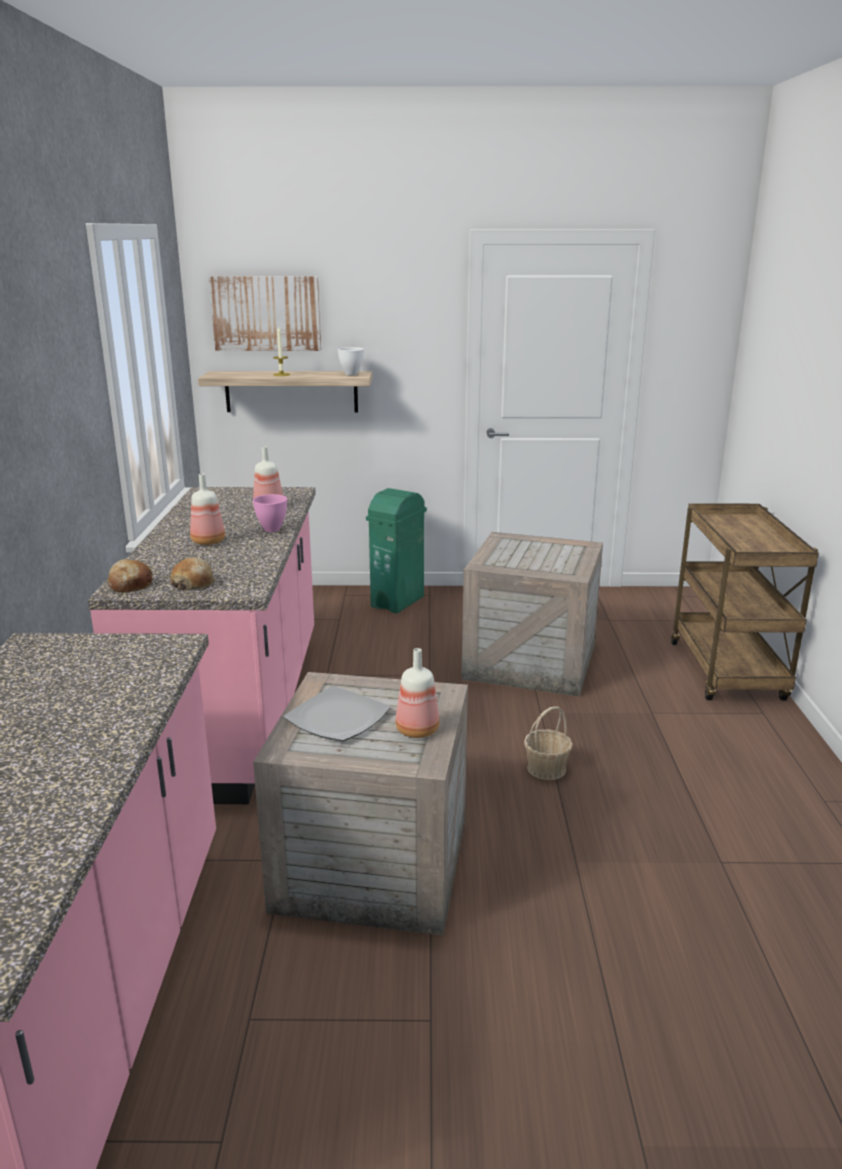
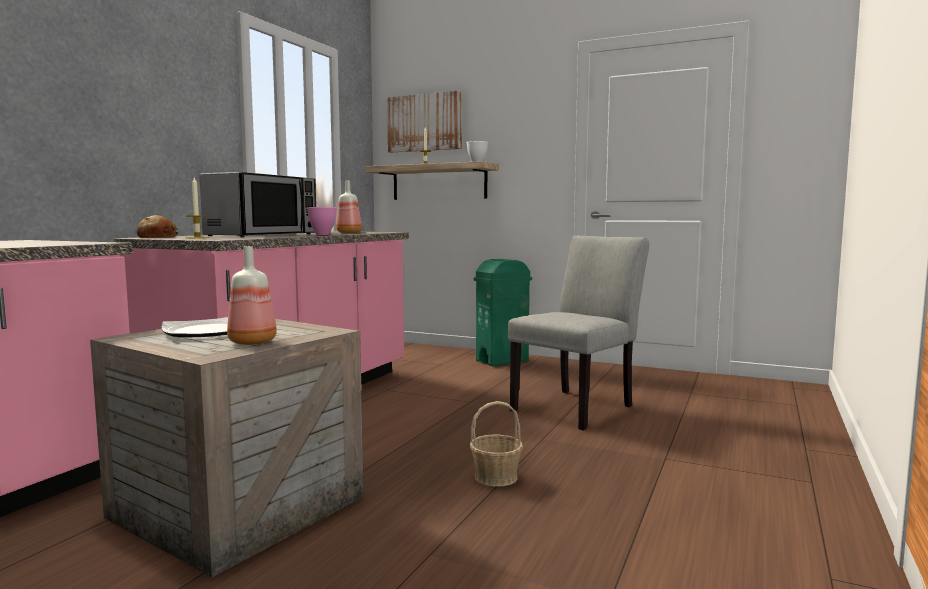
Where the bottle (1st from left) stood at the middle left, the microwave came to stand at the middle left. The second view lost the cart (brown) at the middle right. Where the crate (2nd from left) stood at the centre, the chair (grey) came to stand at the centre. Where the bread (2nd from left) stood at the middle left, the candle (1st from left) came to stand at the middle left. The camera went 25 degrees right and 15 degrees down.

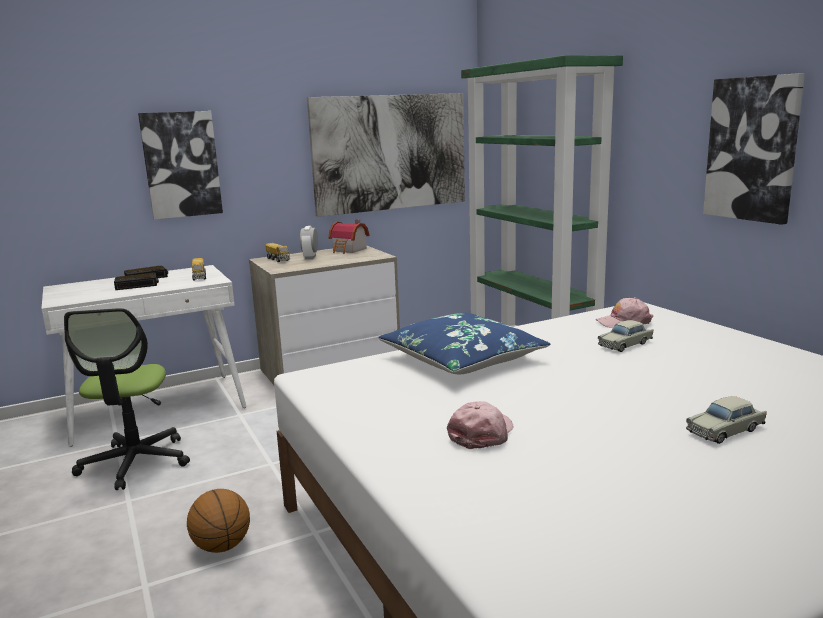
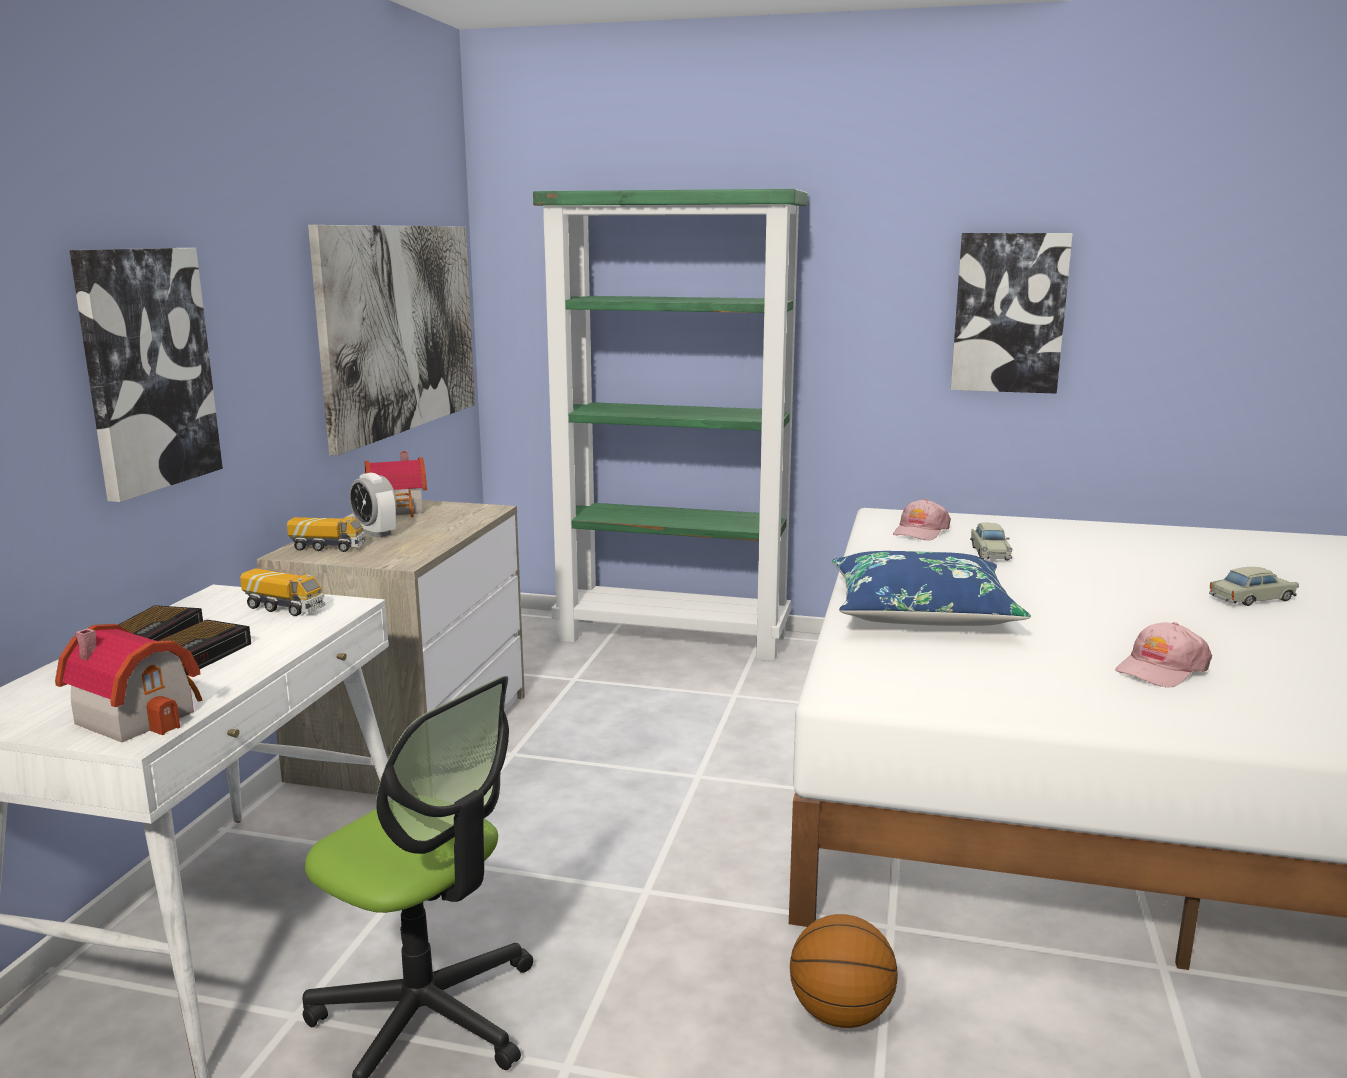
The toy car (beige) (2nd from left) at the bottom right ended up facing another way, 120 degrees counterclockwise from before. The cap (pink) (1st from left in the first image) at the bottom centre ended up facing another way, 105 degrees counterclockwise from before. The second view gained the toy house (1st from left) at the middle left. The camera went 50 degrees left and 0 degrees up.

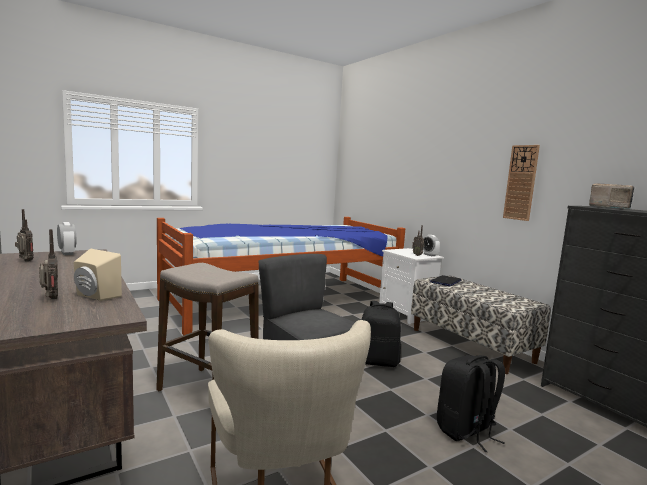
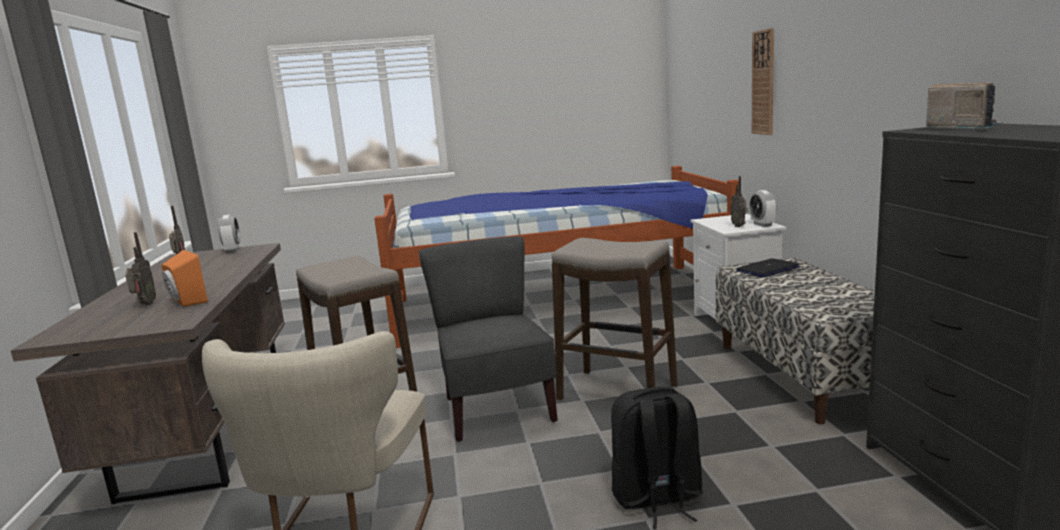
The wall clock ended up elsewhere, having gone from the middle right to the top right. What was the speaker (beige) at the middle left turned into the speaker (orange) at the middle left. Where the backpack (black) (1st from left) stood at the bottom centre, the stool (2nd from left) came to stand at the centre. The camera went 25 degrees right and 5 degrees up.

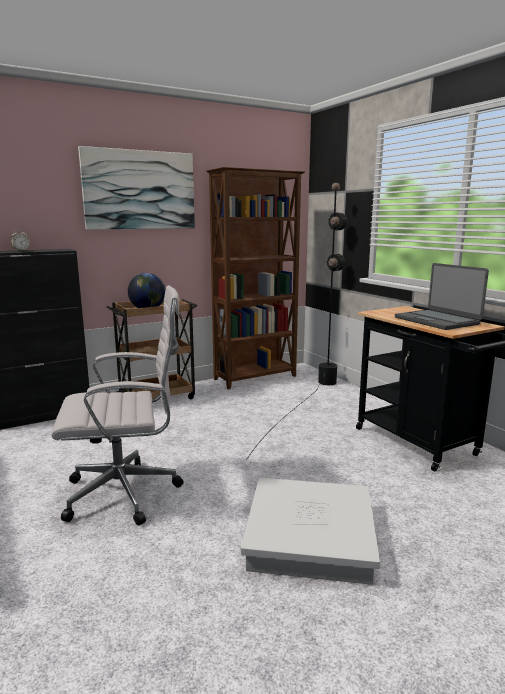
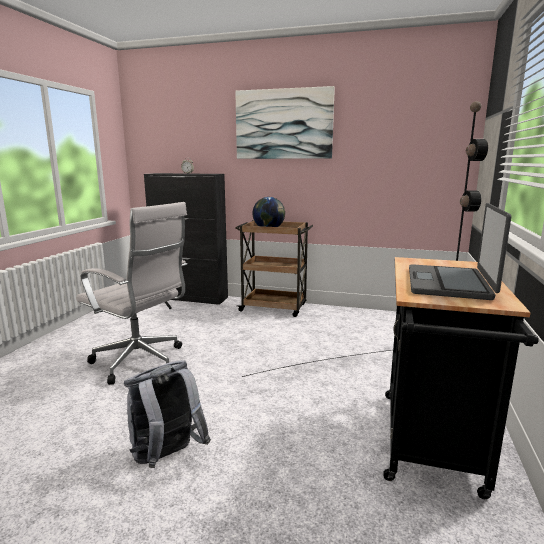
The second view lost the bookcase (brown) at the centre. Where the storage box (white) stood at the bottom centre, the backpack (grey) came to stand at the bottom left. The camera went 45 degrees right and 0 degrees up.

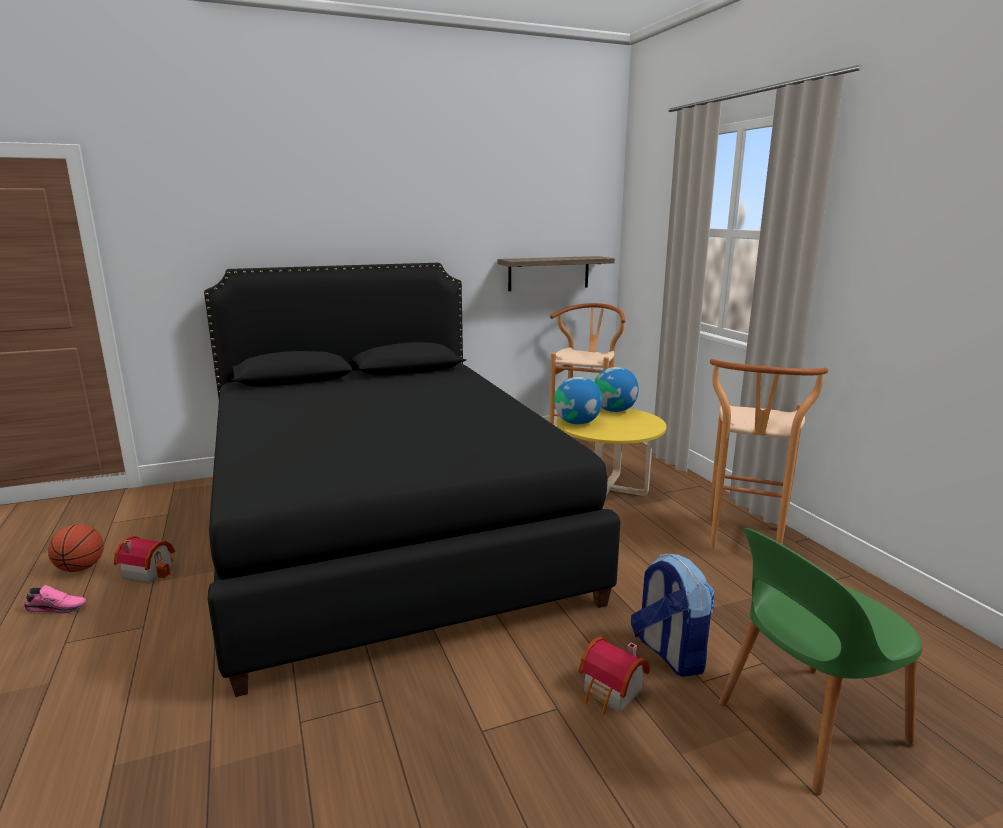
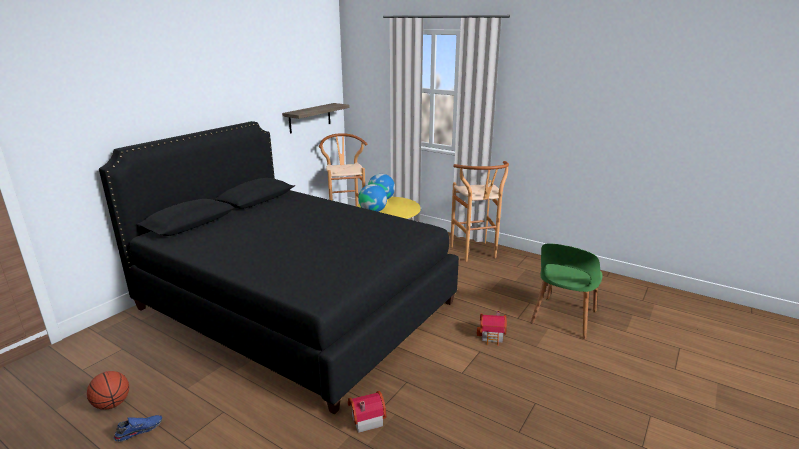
The toy house (1st from left) ended up elsewhere, having gone from the bottom left to the bottom centre. The second view lost the backpack at the bottom right. What was the shoe (pink) at the bottom left turned into the shoe (blue) at the bottom left. The camera went 35 degrees left and 5 degrees up.

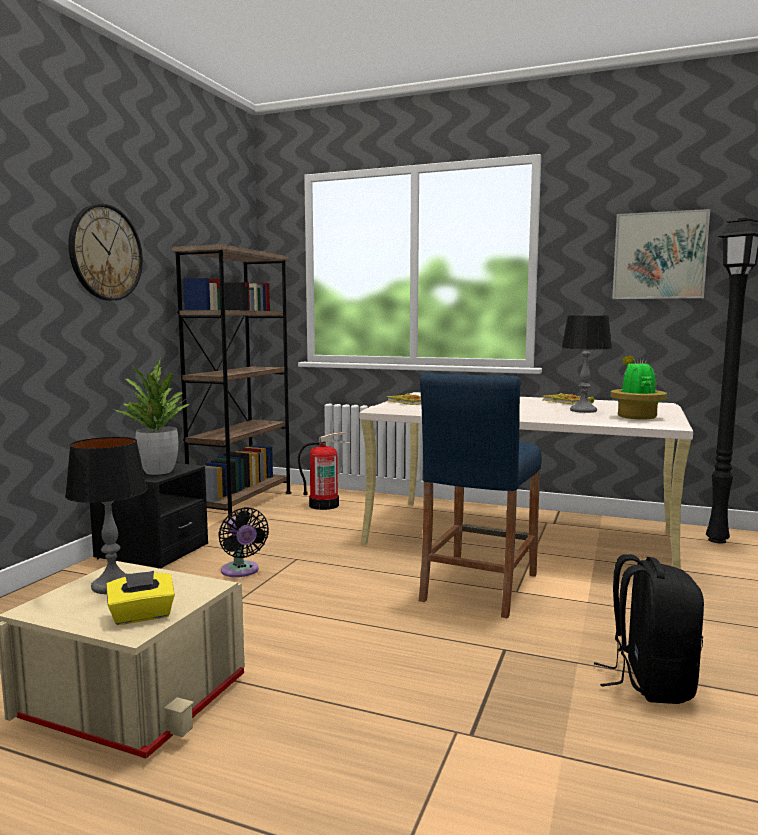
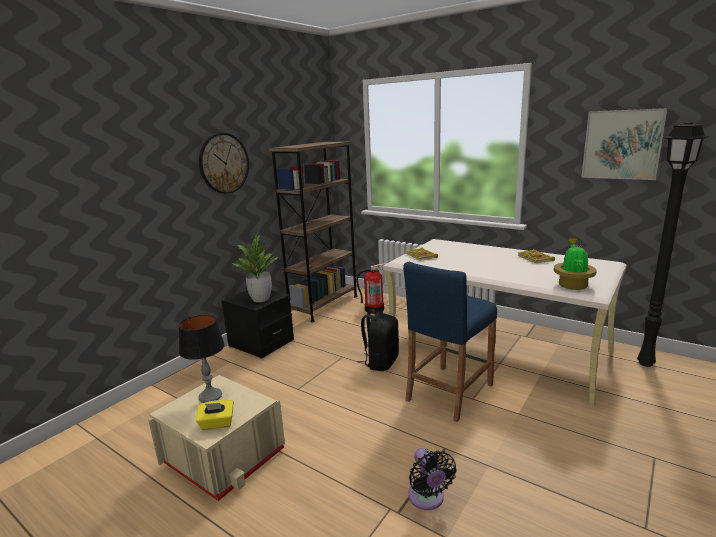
The second view lost the table lamp (2nd from left) at the middle right. The fan (black) ended up elsewhere, having gone from the middle left to the bottom centre. The backpack (black) ended up elsewhere, having gone from the bottom right to the centre. The camera went 15 degrees right and 10 degrees up.

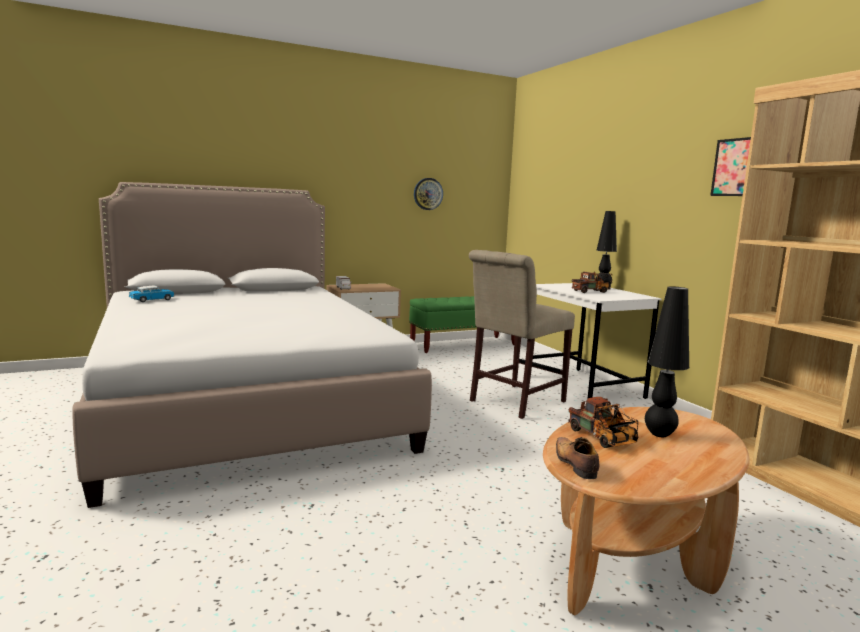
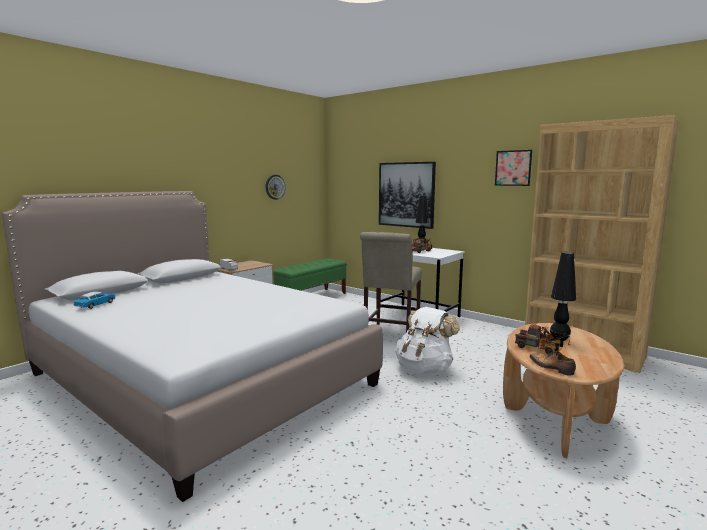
The second view gained the picture (1st from left) at the centre. The second view gained the backpack (white) at the centre. The camera went 25 degrees left and 0 degrees up.

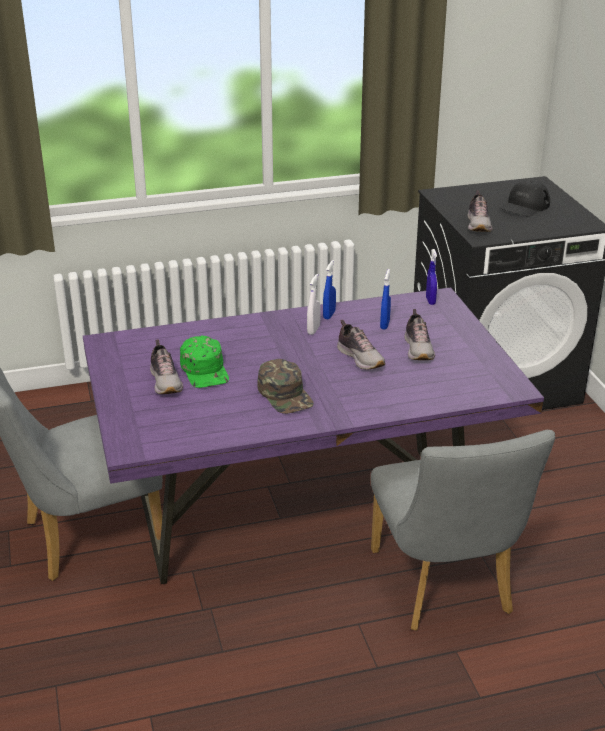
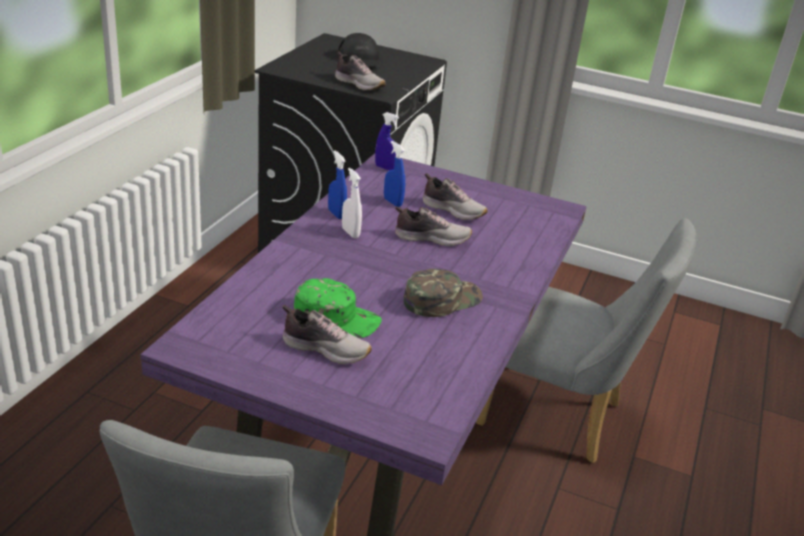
The cap (green) (2nd from left) at the centre ended up facing another way, 45 degrees counterclockwise from before. The camera went 55 degrees left and 0 degrees up.

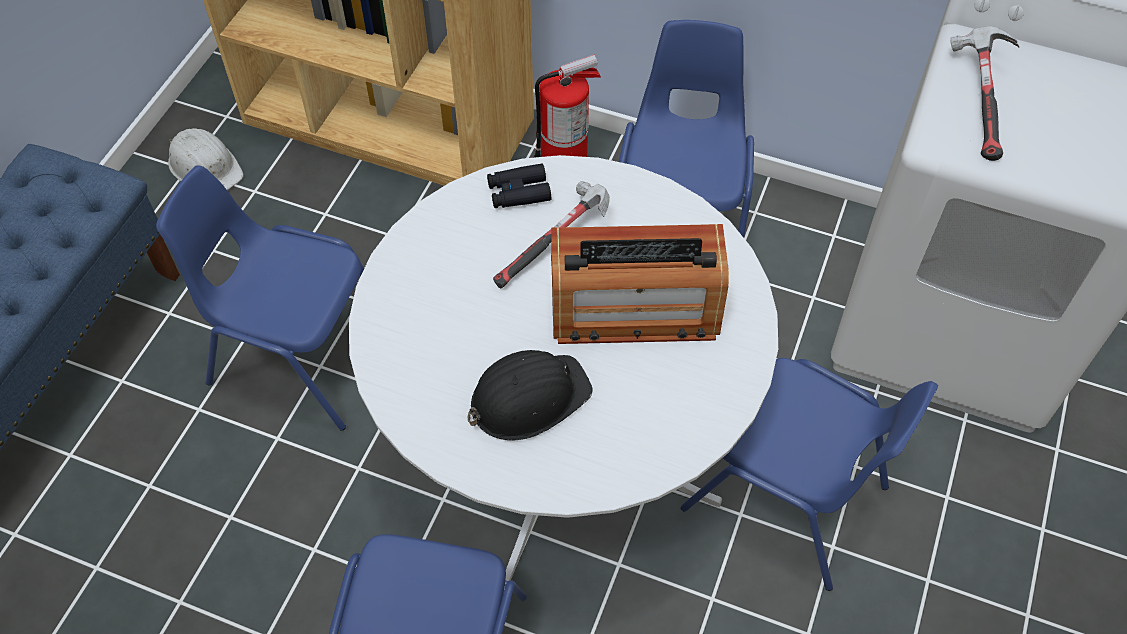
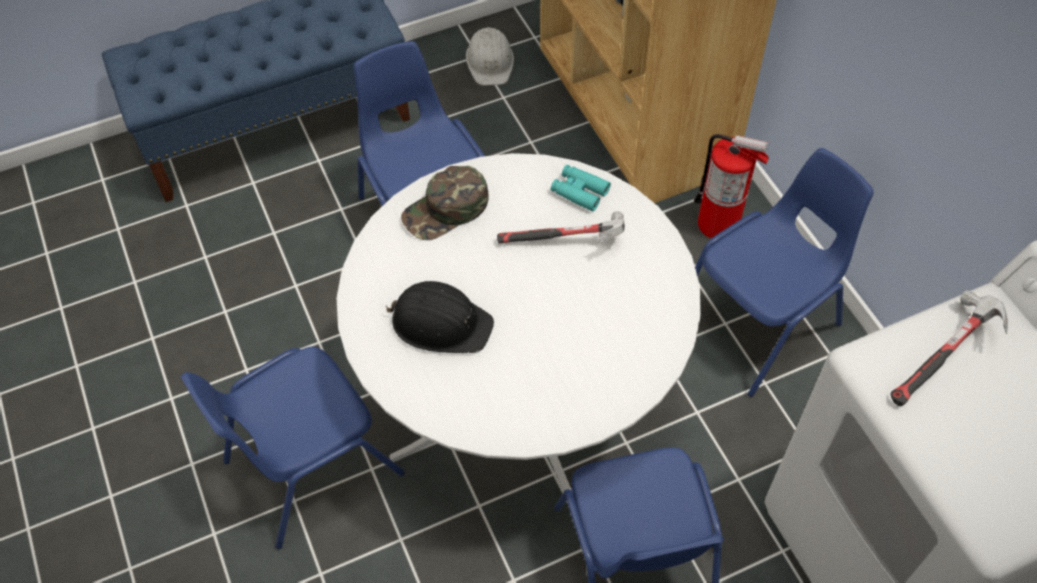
What was the binoculars (black) at the top centre turned into the binoculars (turquoise) at the top centre. The second view lost the radio at the centre. The second view gained the cap (green) at the centre. The camera went 45 degrees right and 0 degrees up.

